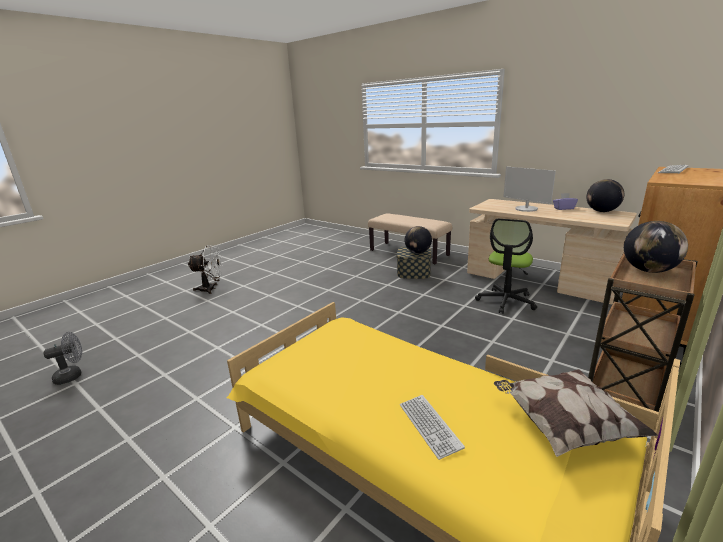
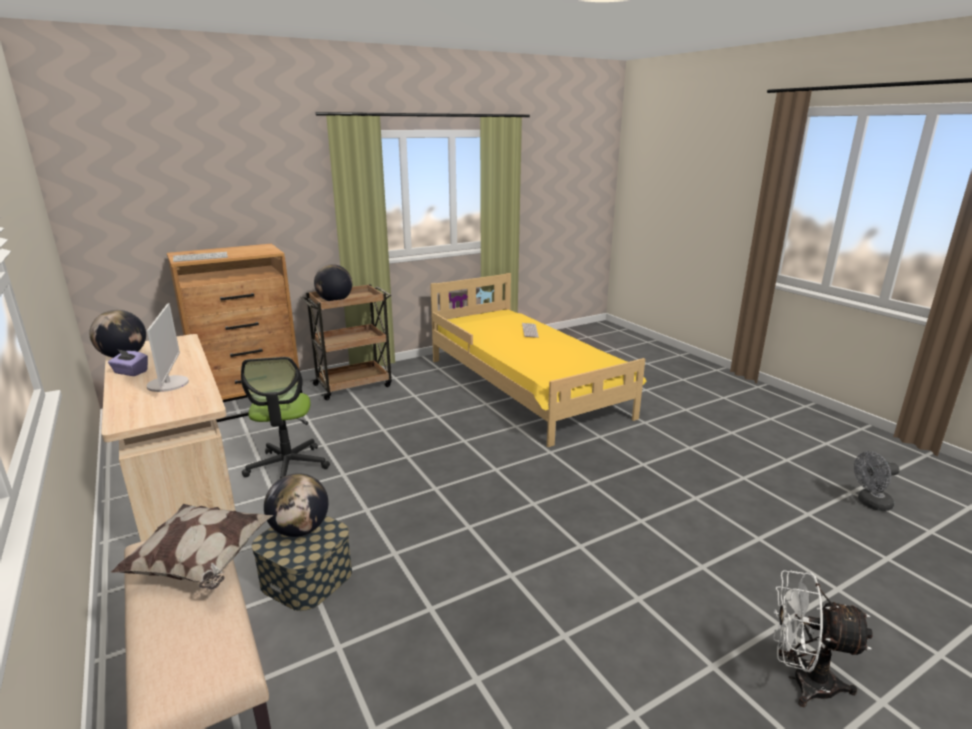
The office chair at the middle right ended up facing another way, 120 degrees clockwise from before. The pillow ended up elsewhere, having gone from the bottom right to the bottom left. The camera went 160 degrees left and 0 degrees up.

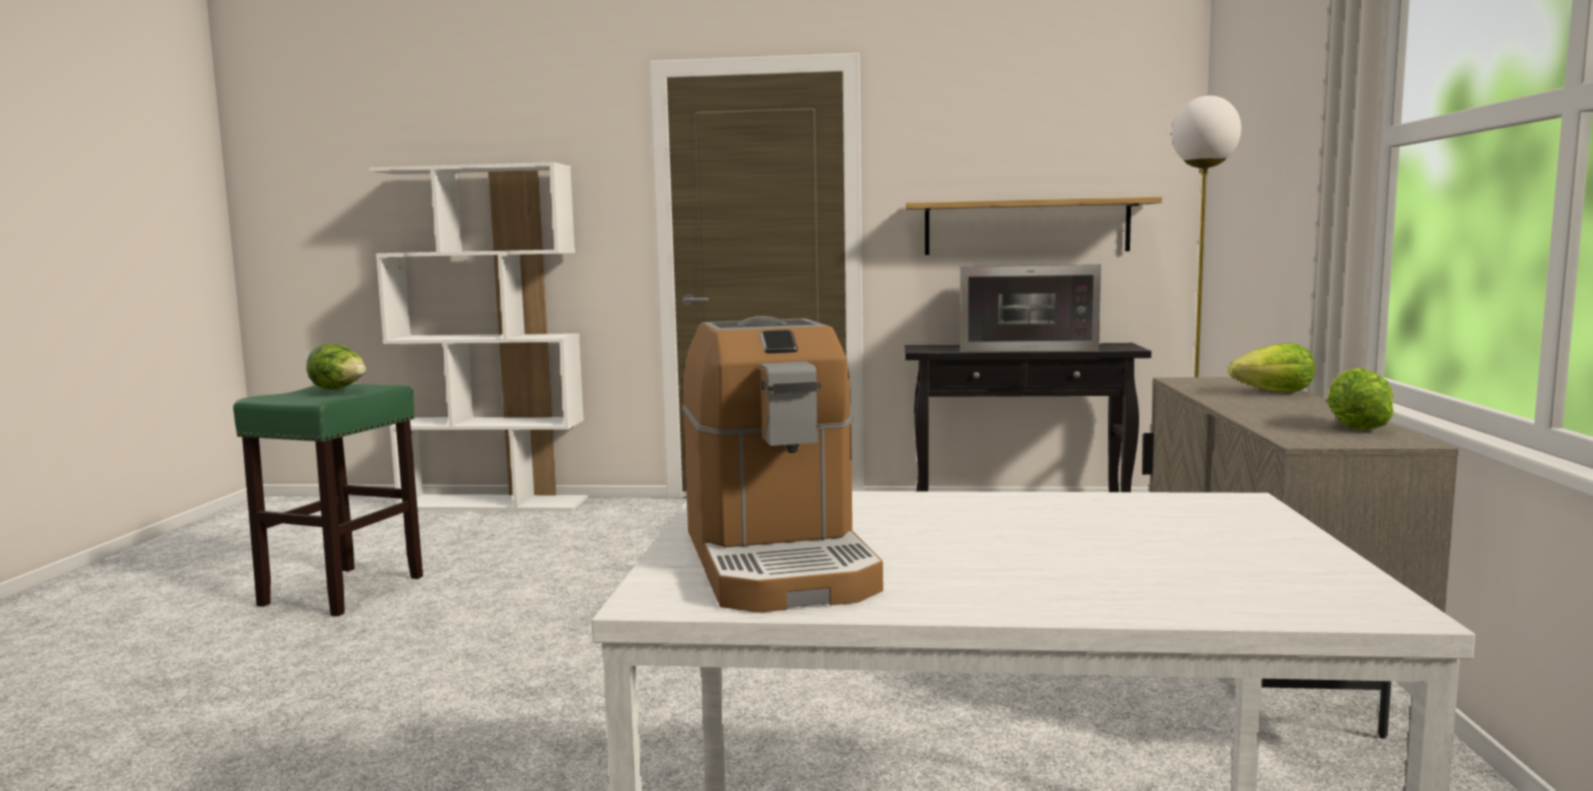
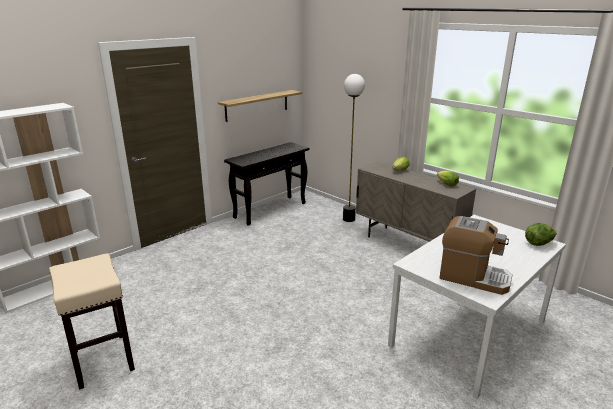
The second view lost the microwave at the centre. The lettuce (1st from left in the first image) ended up elsewhere, having gone from the middle left to the middle right. What was the stool (green) at the middle left turned into the stool (beige) at the bottom left. The camera went 50 degrees left and 15 degrees up.

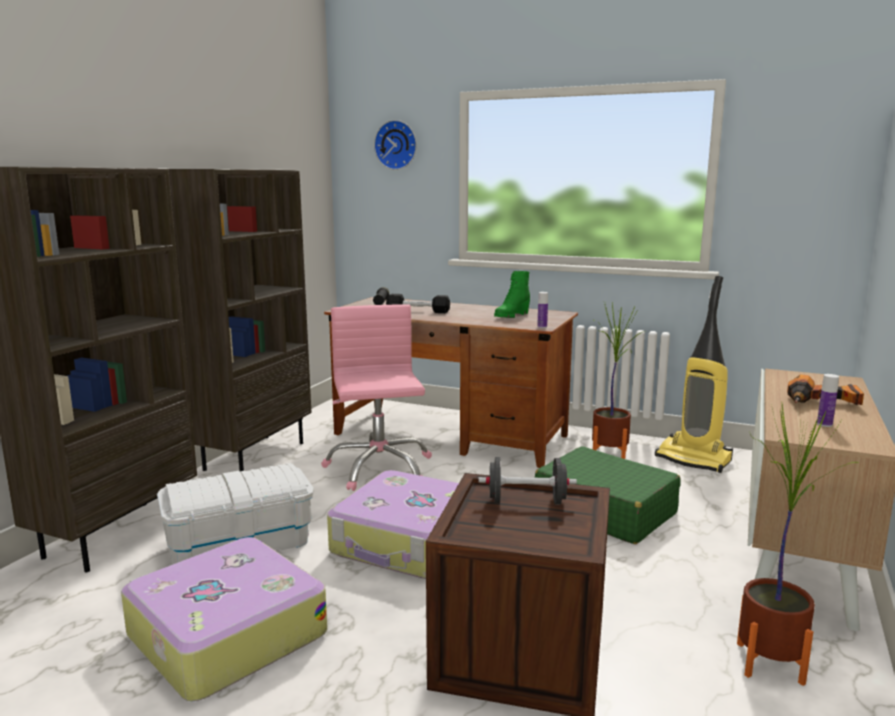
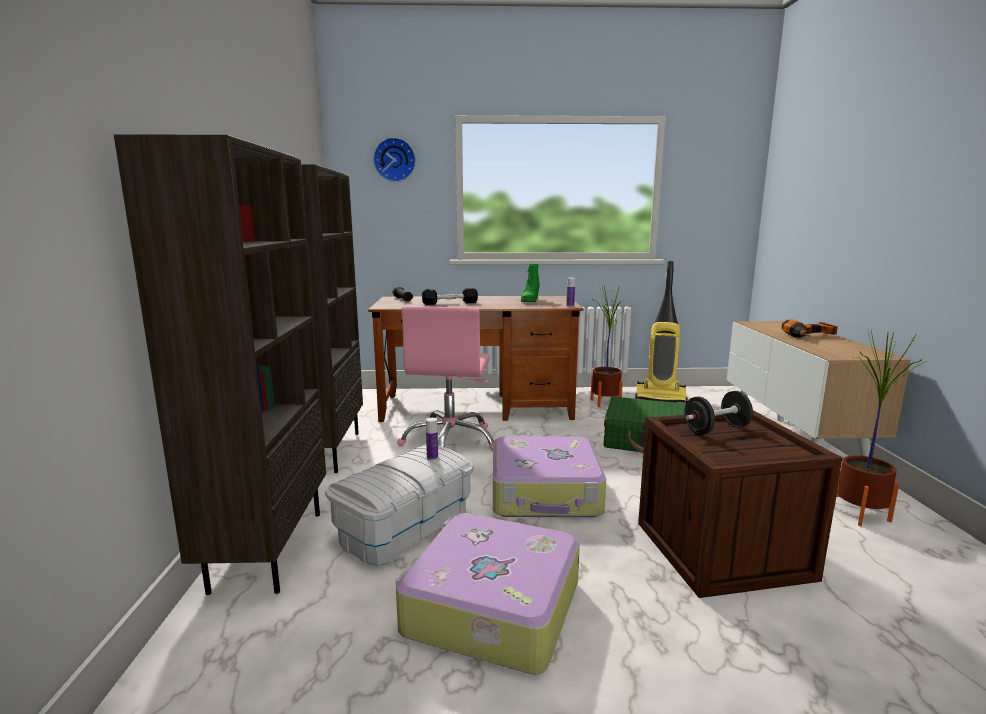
The office chair (pink) at the centre ended up facing another way, 135 degrees counterclockwise from before. The bottle (2nd from left in the first image) ended up elsewhere, having gone from the middle right to the centre. The camera went 25 degrees left and 0 degrees up.

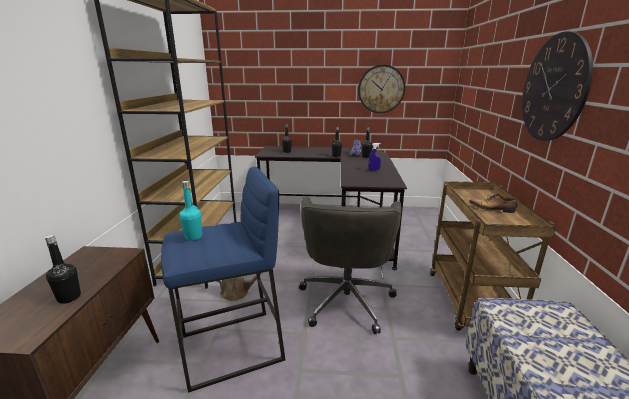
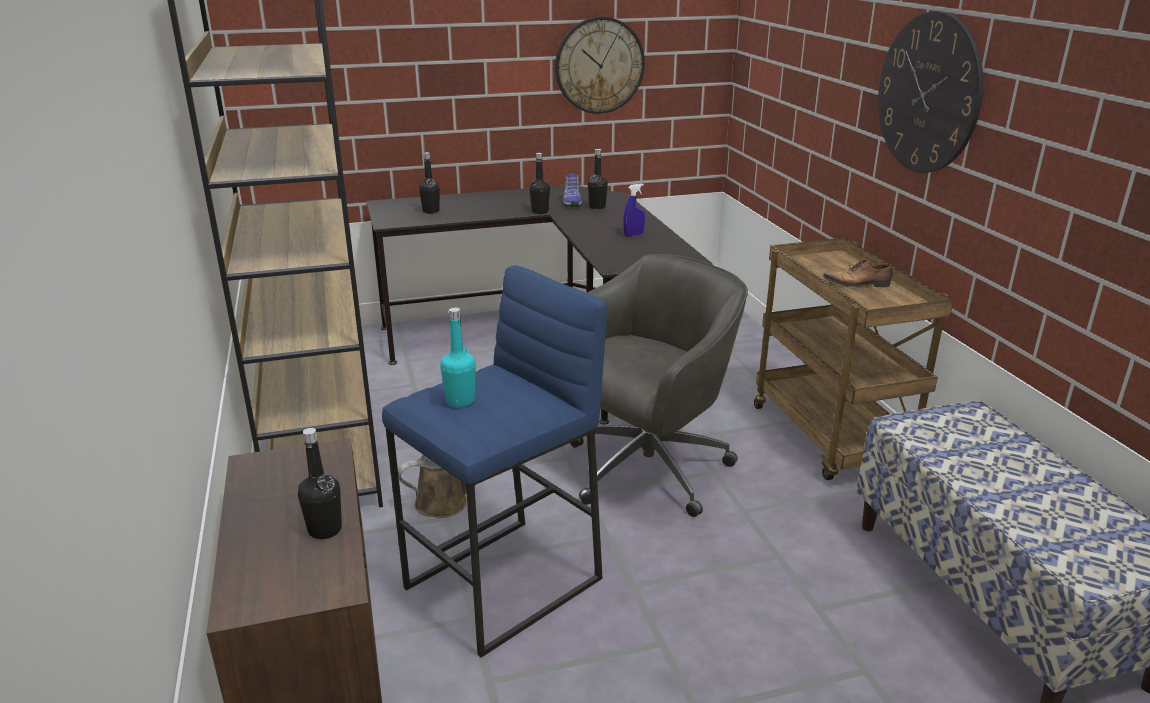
The office chair (grey) at the centre ended up facing another way, 120 degrees counterclockwise from before. The camera went 20 degrees left and 5 degrees up.

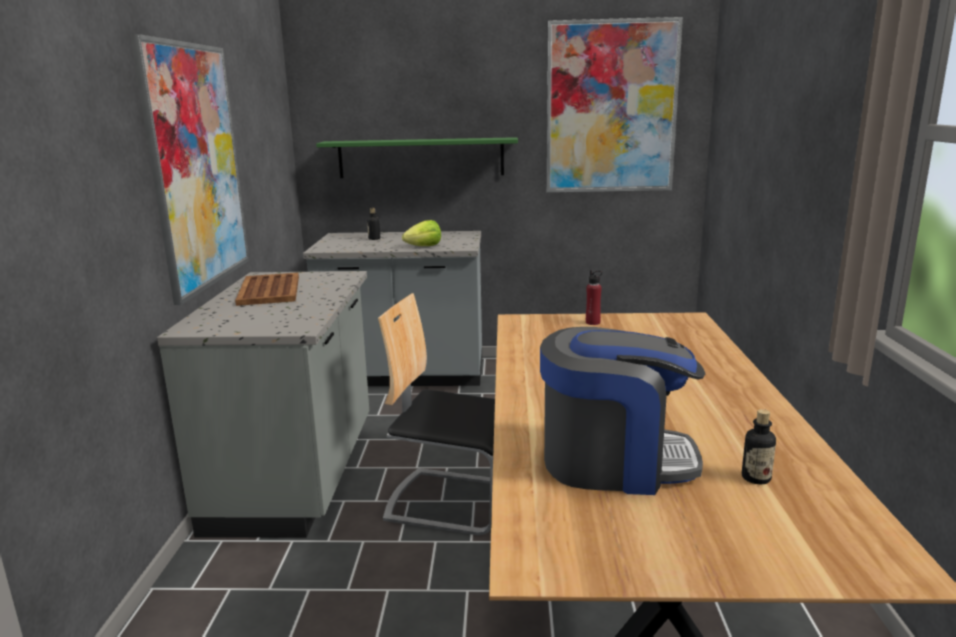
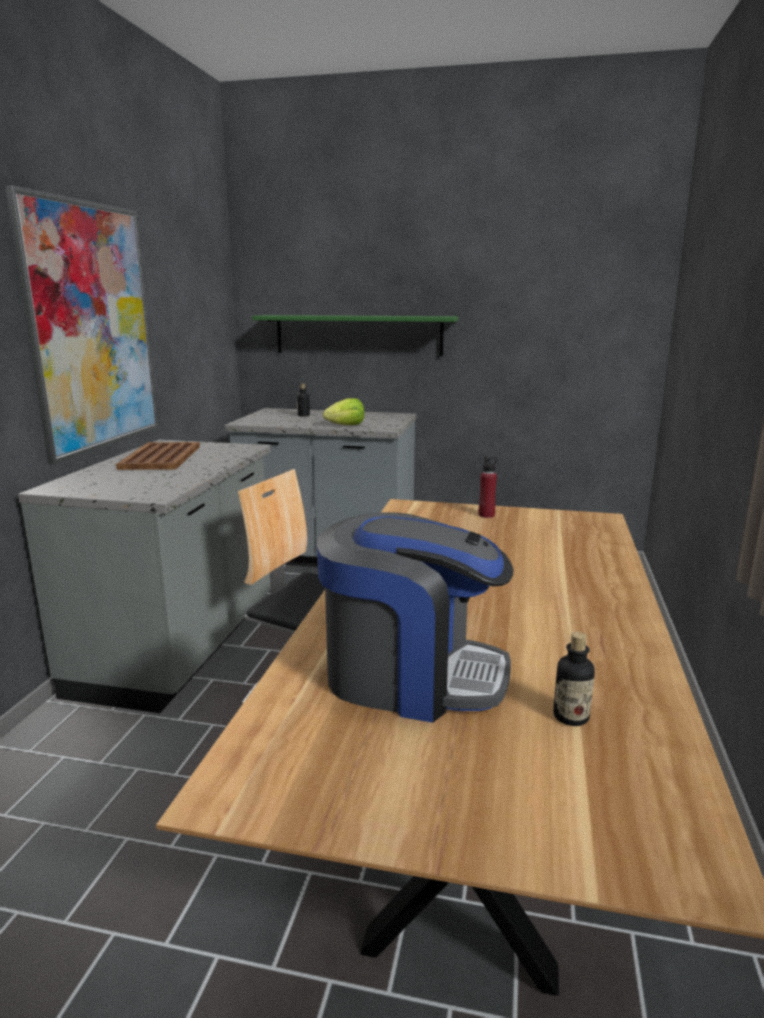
The second view lost the picture (2nd from left) at the top centre. The camera went 10 degrees right and 0 degrees up.

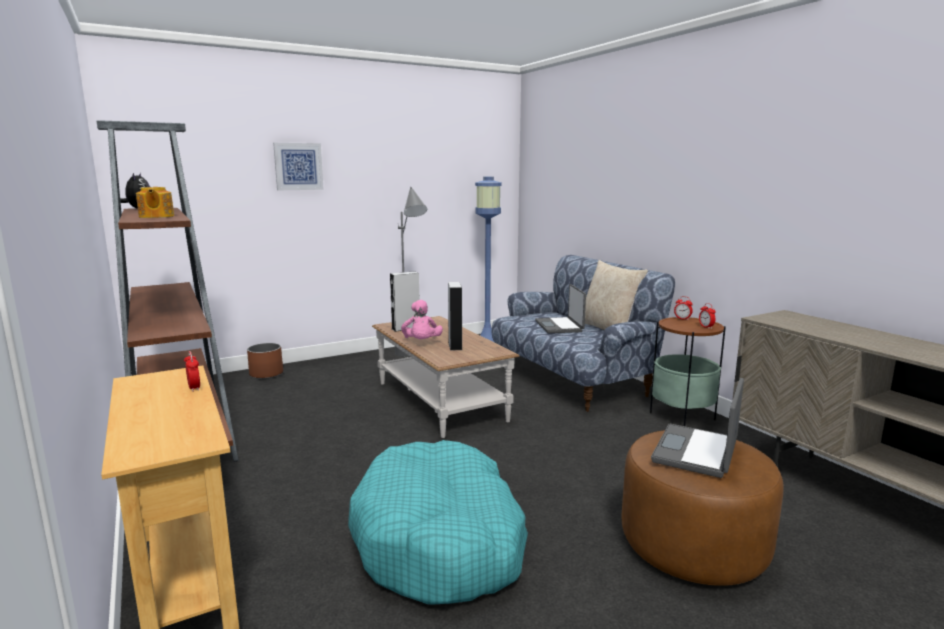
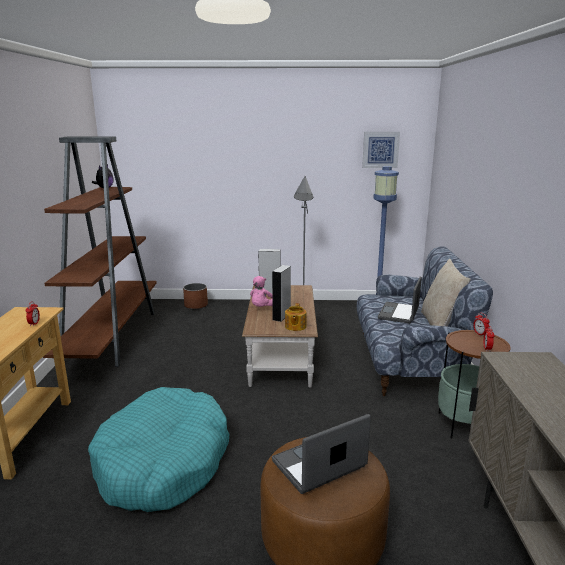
The picture ended up elsewhere, having gone from the top left to the top right. The teapot ended up elsewhere, having gone from the top left to the centre. The camera went 30 degrees right and 5 degrees up.

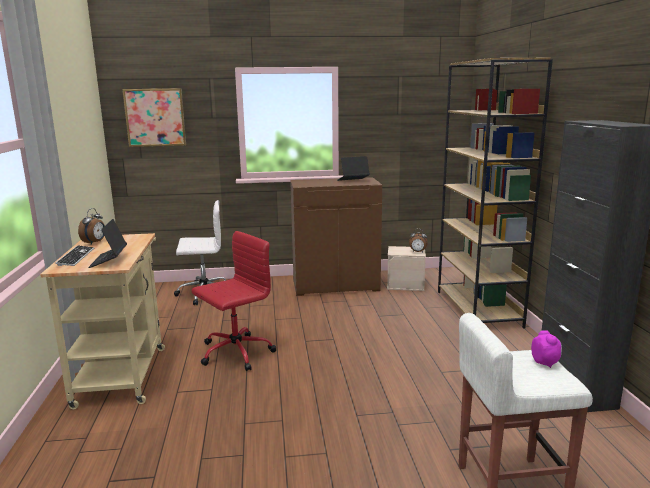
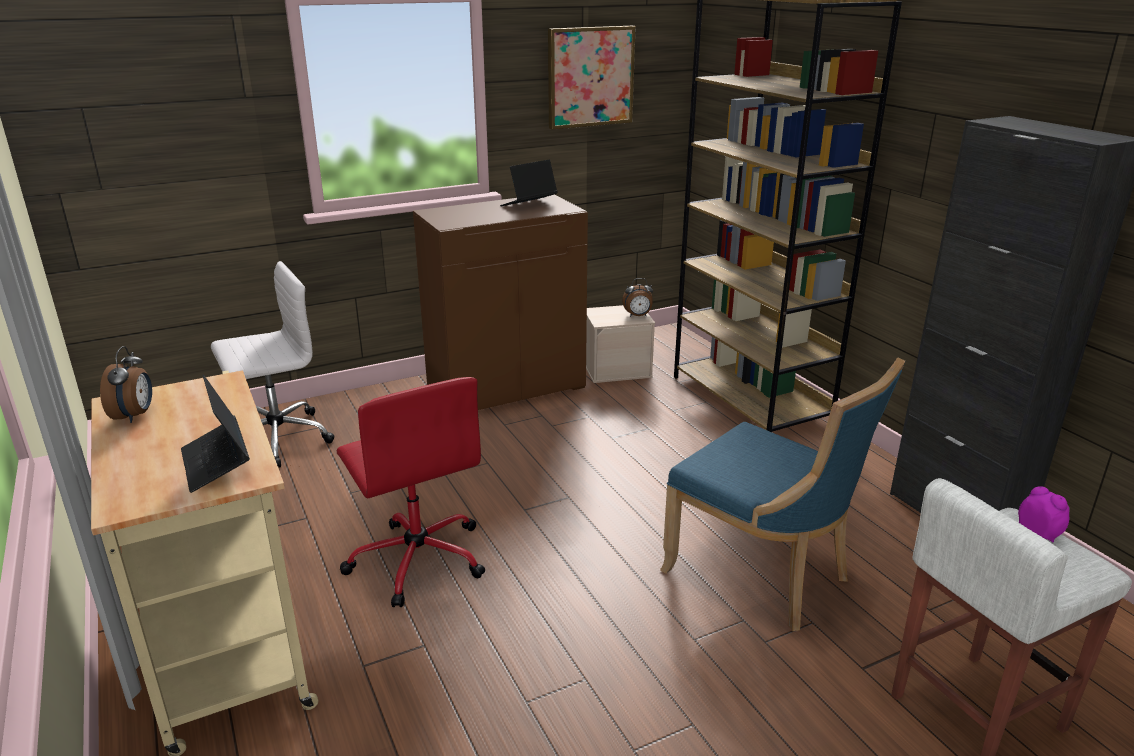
The picture ended up elsewhere, having gone from the top left to the top centre. The office chair (red) at the centre ended up facing another way, 120 degrees clockwise from before. The second view lost the keyboard at the middle left. The second view gained the chair (blue) at the middle right. The camera went 20 degrees left and 10 degrees up.

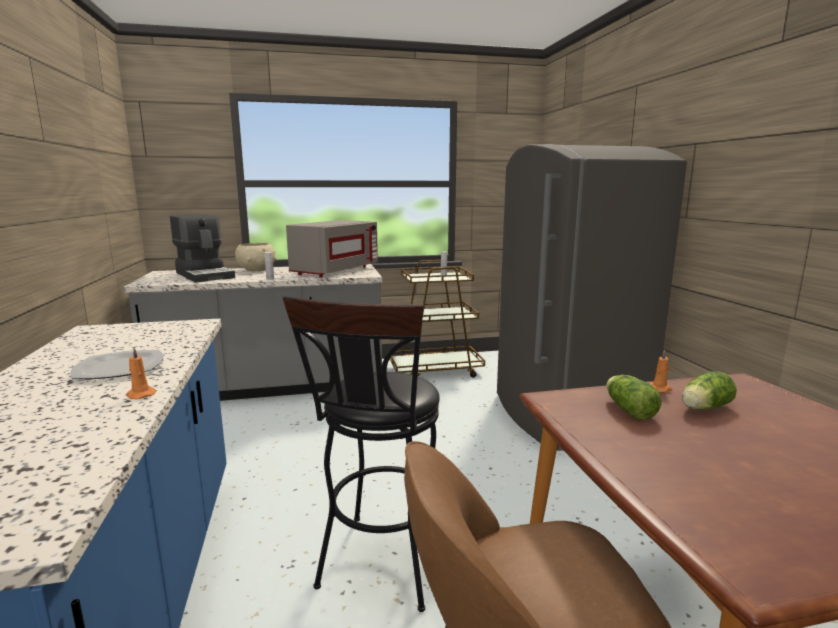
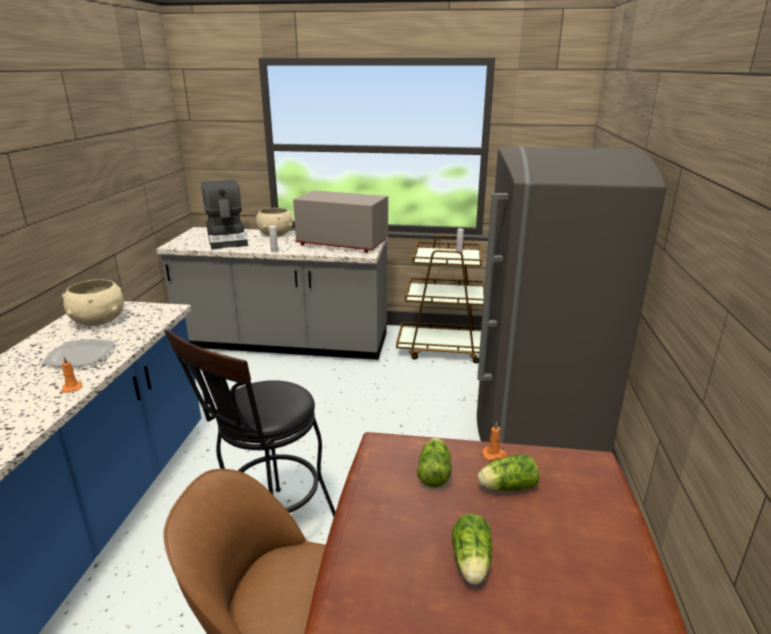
The microwave (grey) at the centre ended up facing another way, 120 degrees counterclockwise from before. The second view gained the bowl (beige) (1st from left) at the middle left. The second view gained the lettuce (2nd from left) at the bottom centre. The camera went 20 degrees right and 10 degrees up.

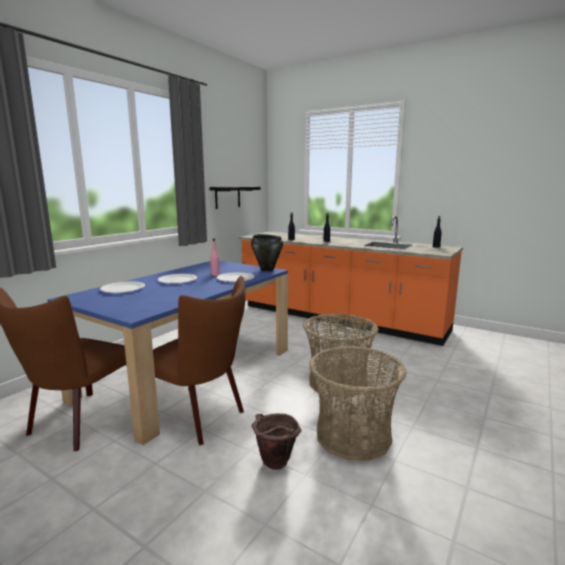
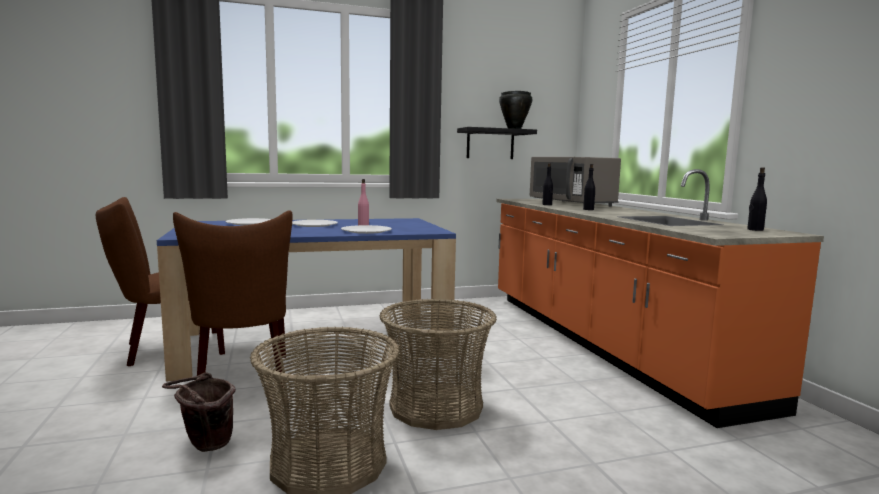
The cooking pot (black) ended up elsewhere, having gone from the centre to the top centre. The second view gained the microwave (grey) at the centre. The camera went 40 degrees right and 5 degrees down.

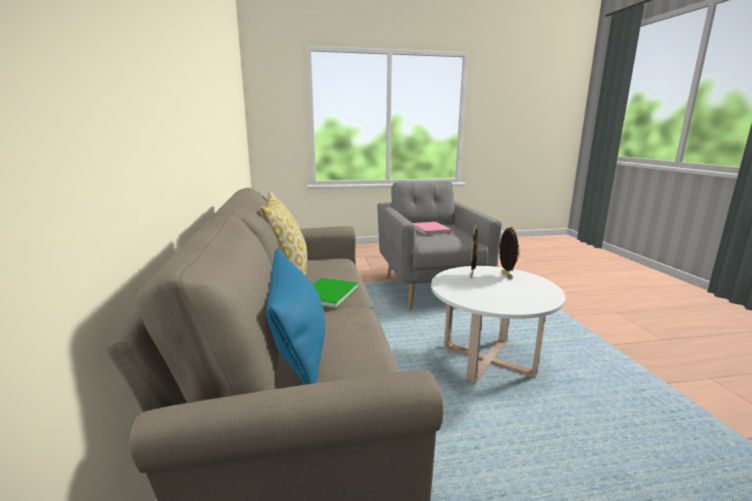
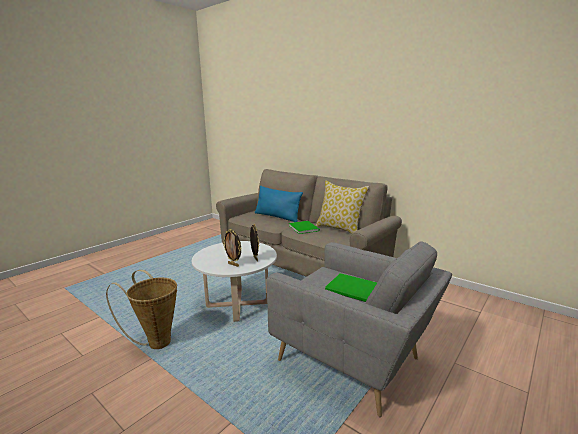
What was the book (pink) at the centre turned into the book (green) (2nd from left) at the centre. The second view gained the basket at the bottom left. The camera went 140 degrees right and 0 degrees up.

